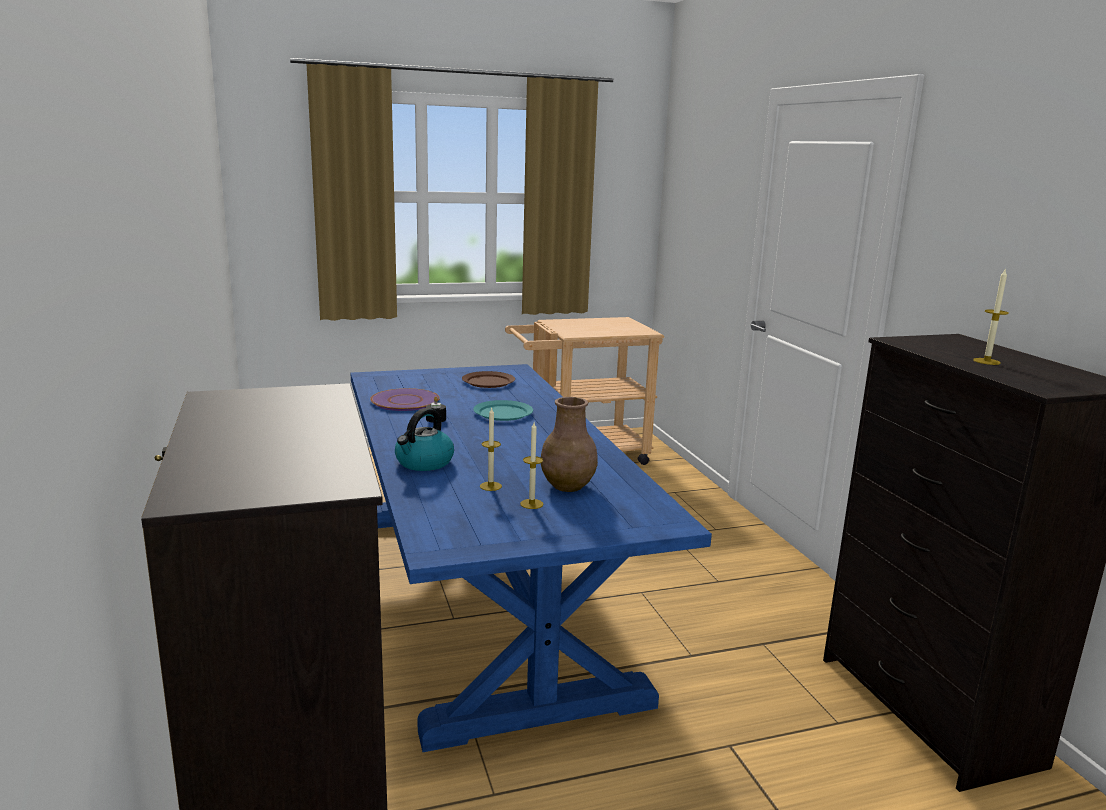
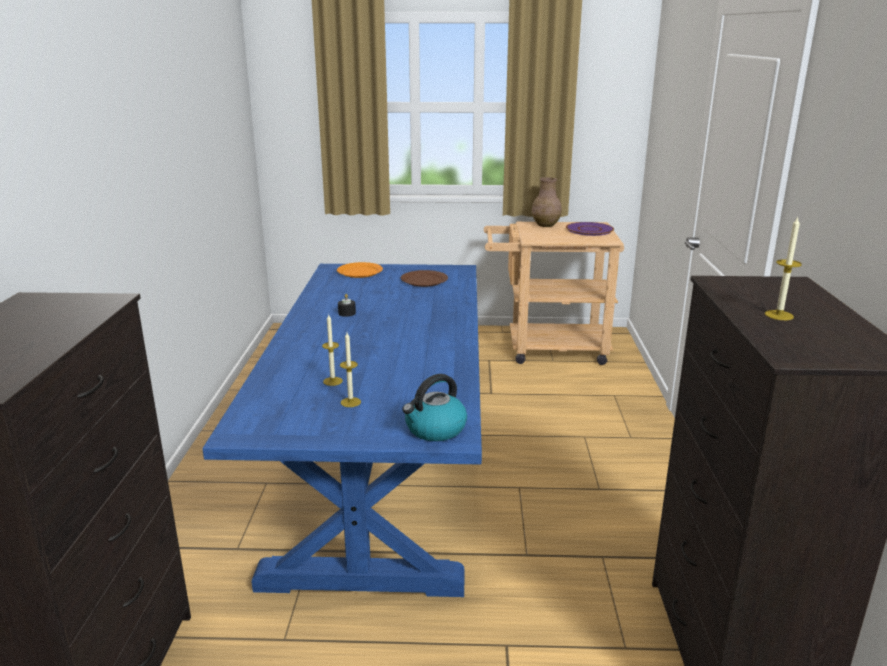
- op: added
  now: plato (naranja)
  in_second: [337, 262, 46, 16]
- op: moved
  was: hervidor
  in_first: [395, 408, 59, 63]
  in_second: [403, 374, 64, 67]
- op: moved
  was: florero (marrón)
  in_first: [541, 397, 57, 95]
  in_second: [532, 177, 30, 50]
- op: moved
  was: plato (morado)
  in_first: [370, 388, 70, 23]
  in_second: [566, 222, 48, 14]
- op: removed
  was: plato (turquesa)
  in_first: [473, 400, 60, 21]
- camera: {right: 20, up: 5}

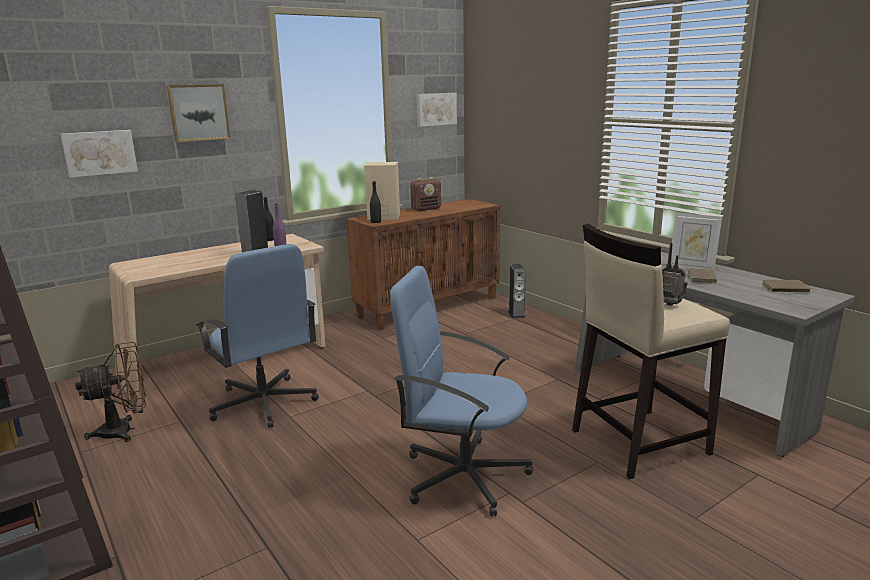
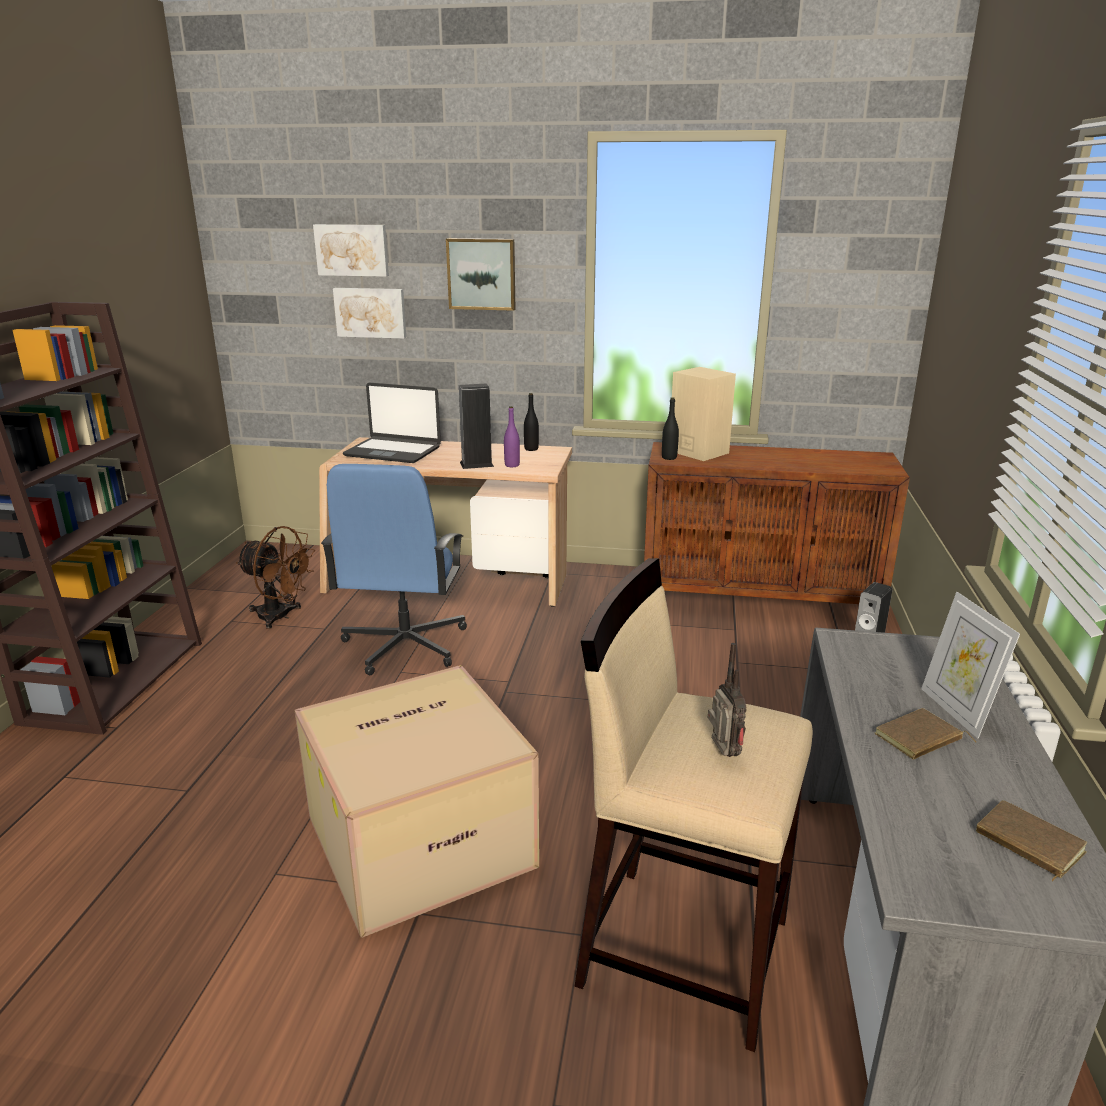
- op: replaced
  was: silla de oficina (azul)
  now: caja de cartón
  in_first: [390, 266, 143, 251]
  in_second: [295, 665, 244, 273]
- op: moved
  was: cuadro
  in_first: [417, 93, 40, 34]
  in_second: [313, 224, 76, 53]
- op: added
  now: portátil
  in_second: [343, 383, 98, 80]
- op: removed
  was: radio
  in_first: [410, 177, 31, 34]
- camera: {right: 45, up: 5}

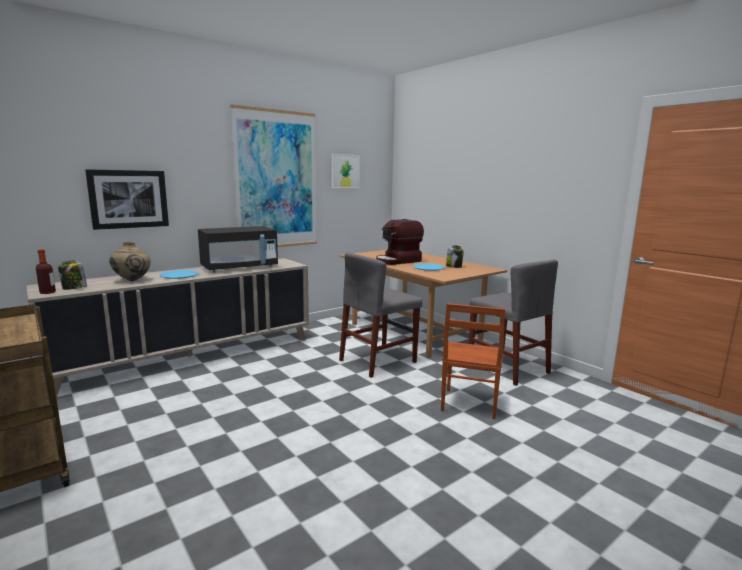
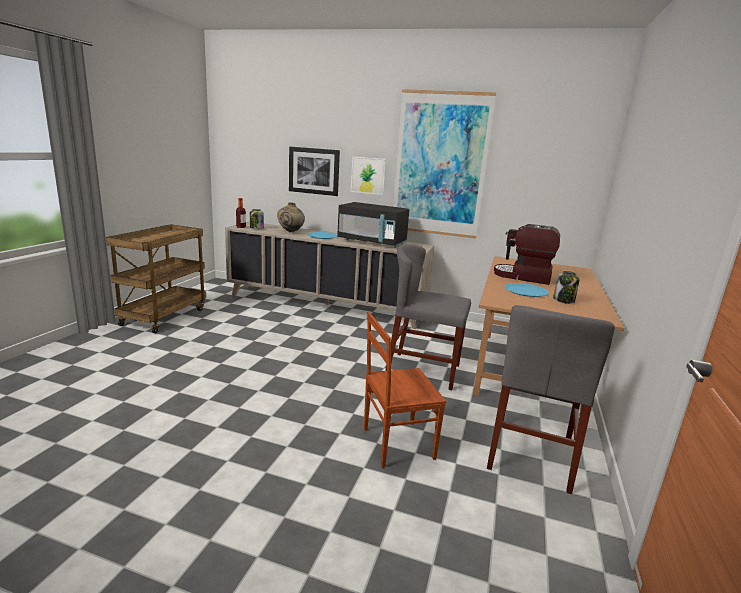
- op: moved
  was: cuadro
  in_first: [332, 154, 28, 34]
  in_second: [351, 156, 35, 39]
- camera: {right: 55, up: 5}

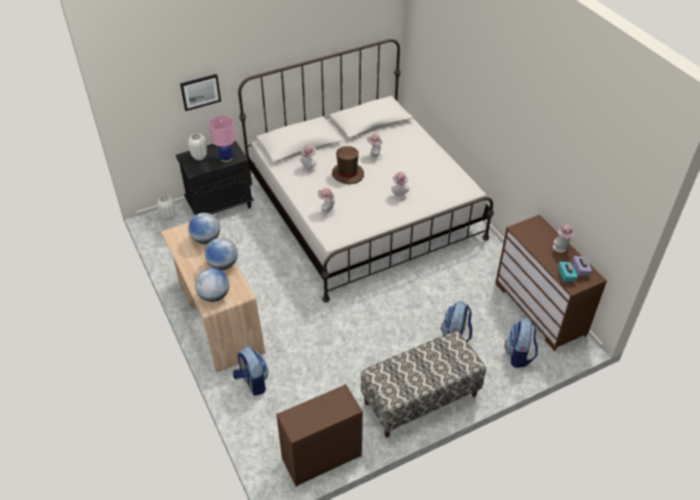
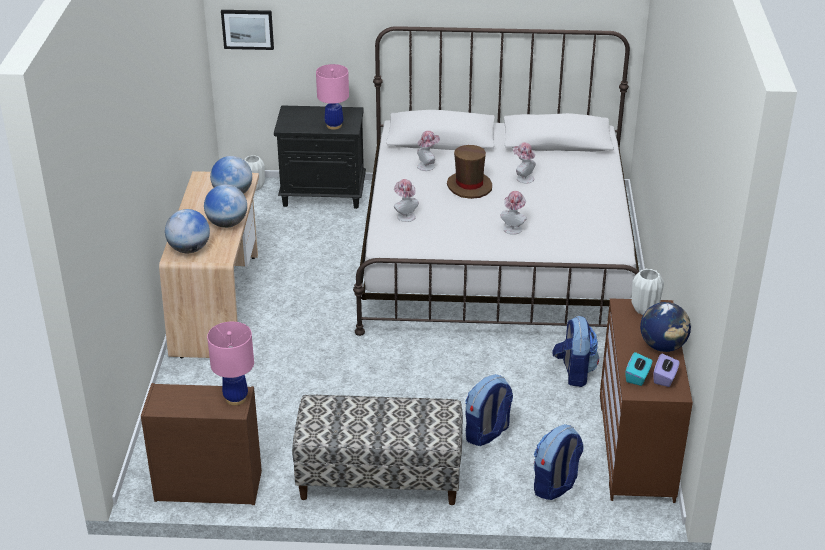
- op: added
  now: lámpara de mesa (rosa)
  in_second: [207, 322, 47, 84]
- op: moved
  was: cuadro
  in_first: [180, 74, 41, 37]
  in_second: [221, 10, 53, 40]
- op: moved
  was: mochila
  in_first: [233, 347, 36, 49]
  in_second: [553, 316, 46, 71]
- op: moved
  was: florero (blanco)
  in_first: [188, 133, 19, 27]
  in_second: [632, 269, 32, 46]
- op: replaced
  was: sombrero
  now: globo terráqueo
  in_first: [553, 224, 22, 29]
  in_second: [640, 302, 51, 50]
- camera: {right: 30, up: -10}

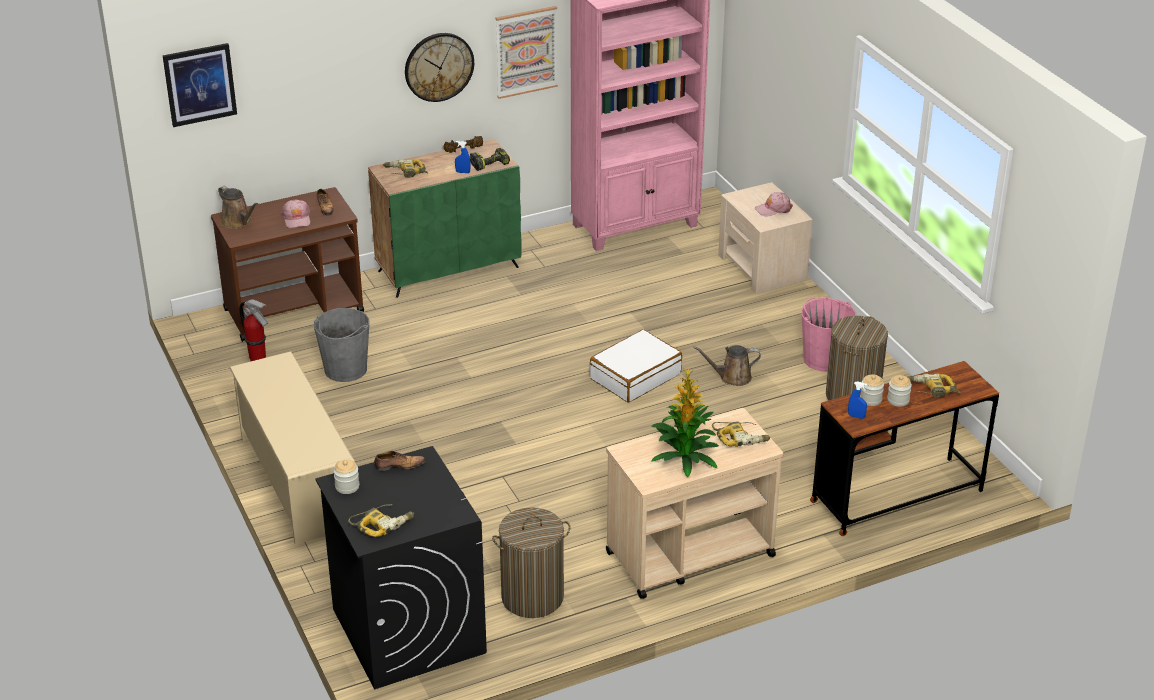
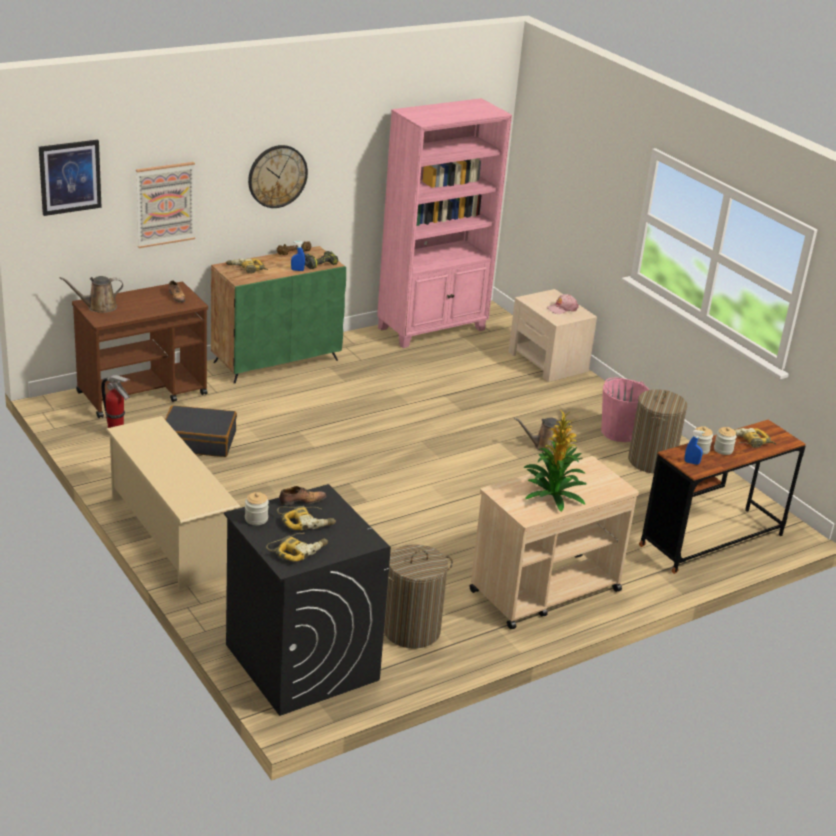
- op: turned
  was: regadera (marrón)
  in_first: [218, 186, 40, 43]
  in_second: [60, 276, 63, 37]
  clockwise: 120
- op: moved
  was: cuadro
  in_first: [495, 6, 63, 93]
  in_second: [136, 162, 59, 86]
- op: replaced
  was: cubo (gris)
  now: maleta (negro)
  in_first: [314, 308, 55, 74]
  in_second: [165, 405, 72, 52]
- op: moved
  was: taladro
  in_first: [712, 421, 58, 26]
  in_second: [277, 506, 59, 25]
- op: removed
  was: gorra (rosa)
  in_first: [281, 200, 29, 28]
- op: removed
  was: maleta (blanco)
  in_first: [590, 329, 92, 74]
- camera: {right: -10, up: -5}

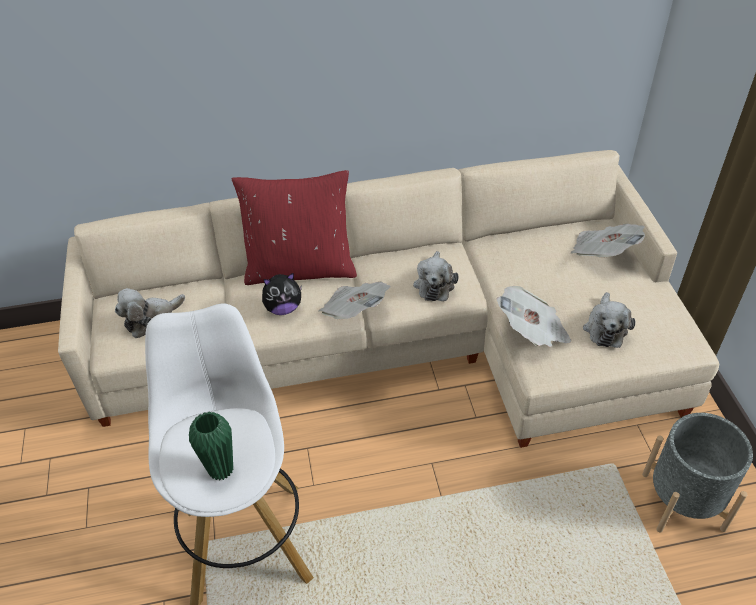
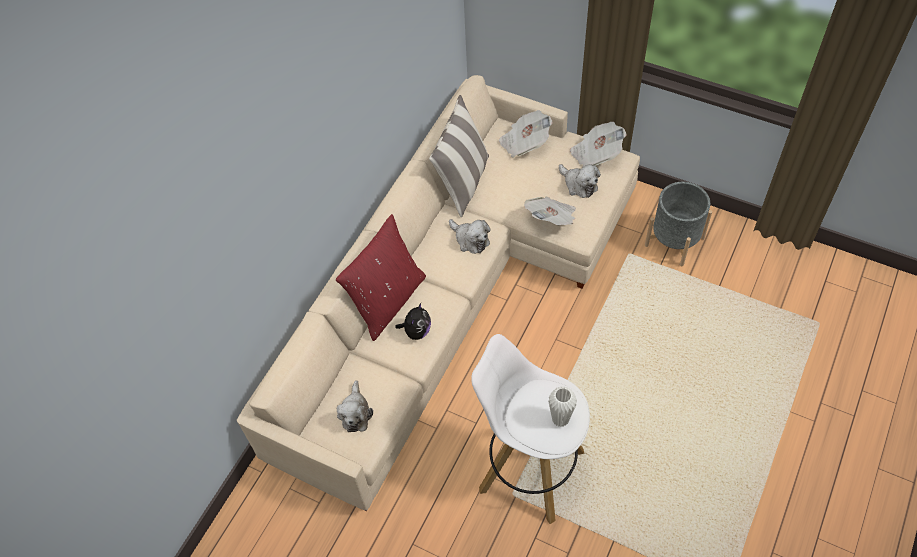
- op: added
  now: cojín
  in_second: [429, 95, 60, 122]
- op: recoloured
  was: florero (verde)
  now: florero (blanco)
  in_first: [189, 412, 44, 68]
  in_second: [548, 387, 29, 40]
- op: moved
  was: periódico
  in_first: [319, 281, 71, 38]
  in_second: [570, 122, 56, 46]
- camera: {right: -50, up: 10}

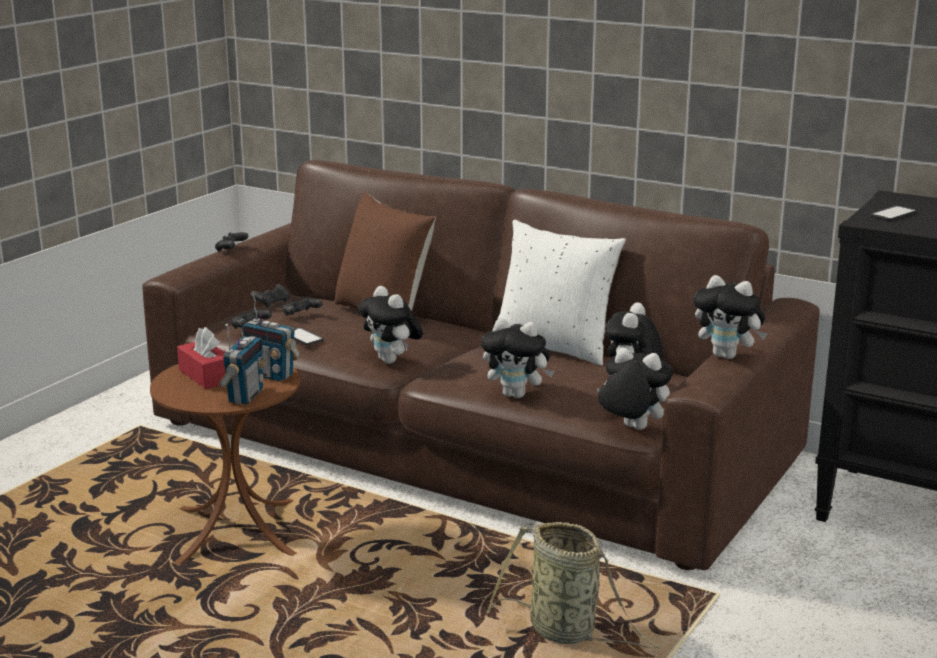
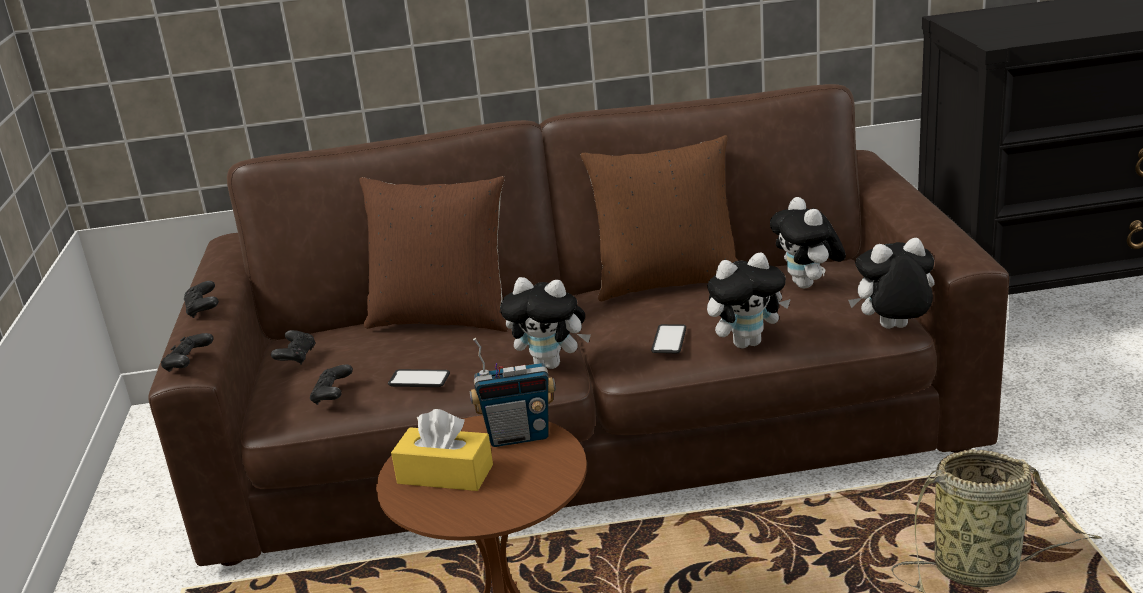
- op: moved
  was: mando de consola (negro)
  in_first: [282, 297, 41, 19]
  in_second: [161, 333, 53, 39]
- op: recoloured
  was: caja de pañuelos (rojo)
  now: caja de pañuelos (amarillo)
  in_first: [177, 327, 49, 62]
  in_second: [391, 409, 102, 82]
- op: recoloured
  was: cojín (blanco)
  now: cojín (marrón)
  in_first: [498, 220, 128, 145]
  in_second: [580, 135, 158, 166]
- op: moved
  was: móvil
  in_first: [870, 205, 47, 16]
  in_second: [651, 324, 35, 30]
- op: removed
  was: radio
  in_first: [219, 324, 46, 81]
- op: removed
  was: peluche
  in_first: [694, 275, 74, 84]
- camera: {right: -35, up: 5}

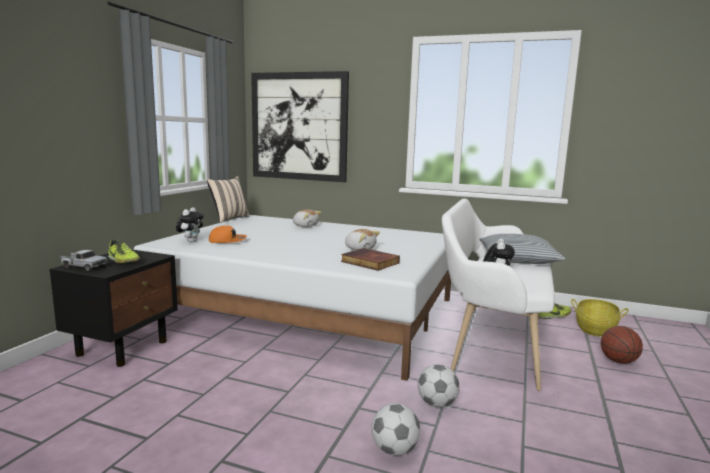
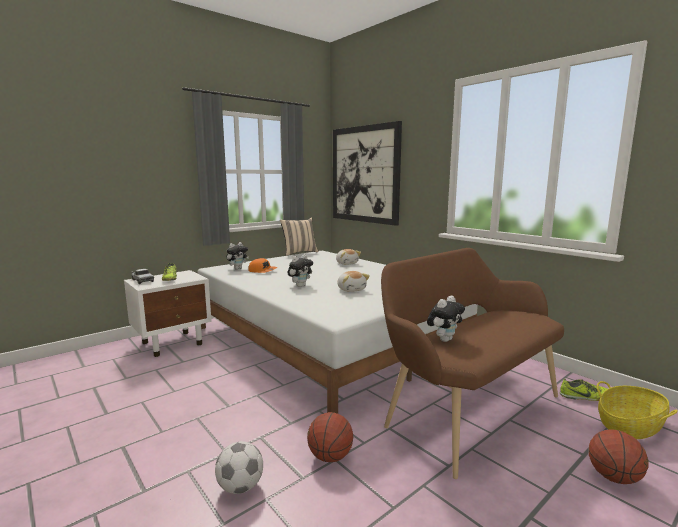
- op: recoloured
  was: mesita de noche (negro)
  now: mesita de noche (blanco)
  in_first: [49, 249, 129, 118]
  in_second: [124, 270, 88, 87]
- op: added
  now: peluche
  in_second: [288, 254, 25, 33]
- op: replaced
  was: balón de fútbol
  now: balón de baloncesto
  in_first: [418, 364, 41, 43]
  in_second: [307, 412, 46, 50]
- op: recoloured
  was: banco (blanco)
  now: banco (marrón)
  in_first: [442, 199, 113, 192]
  in_second: [381, 248, 183, 231]
- op: removed
  was: libro
  in_first: [341, 248, 59, 23]
- op: removed
  was: cojín
  in_first: [480, 234, 85, 30]
- camera: {right: 30, up: 0}

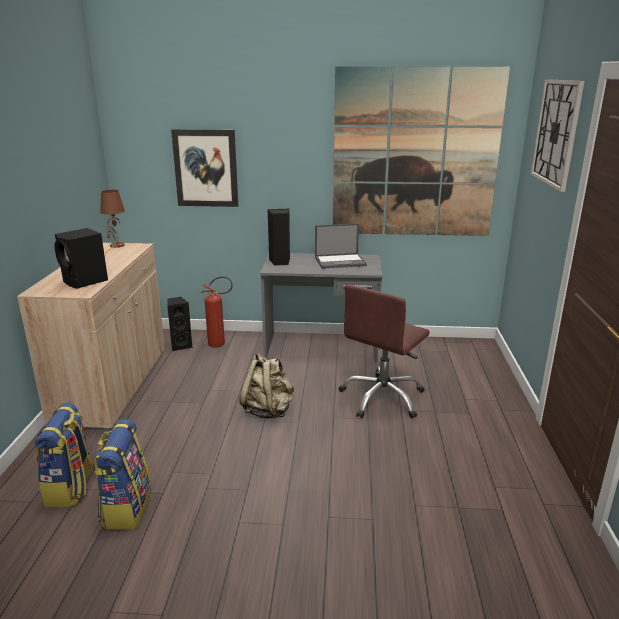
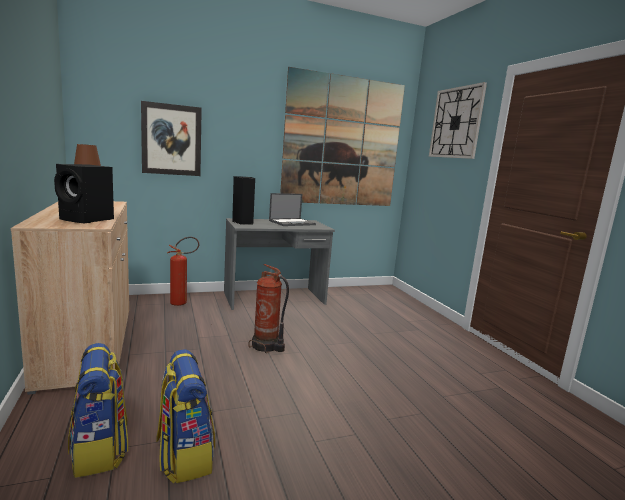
- op: replaced
  was: mochila (beis)
  now: extintor
  in_first: [239, 353, 55, 66]
  in_second: [248, 264, 41, 89]
- op: removed
  was: altavoz (negro)
  in_first: [167, 297, 25, 54]
- op: removed
  was: silla de oficina (marrón)
  in_first: [339, 284, 91, 135]
- camera: {right: -25, up: -10}

